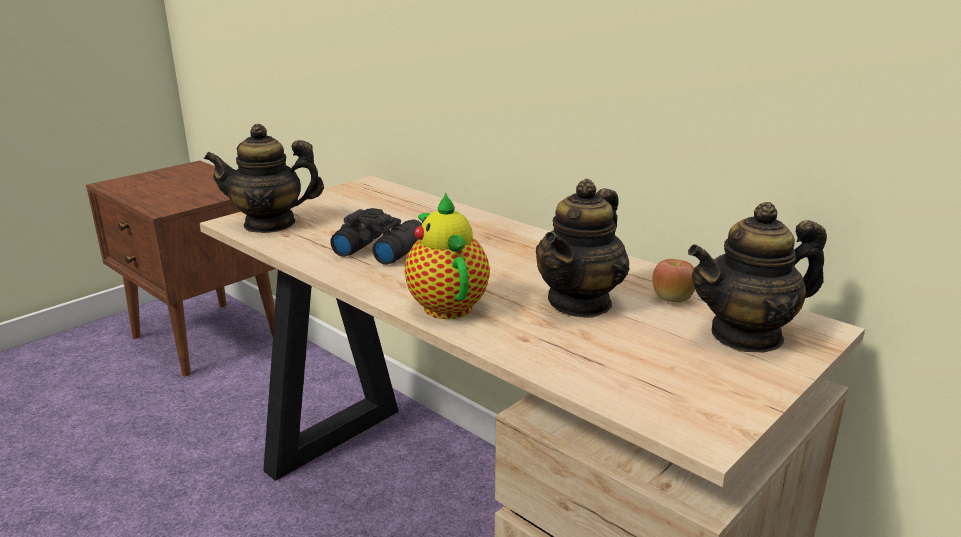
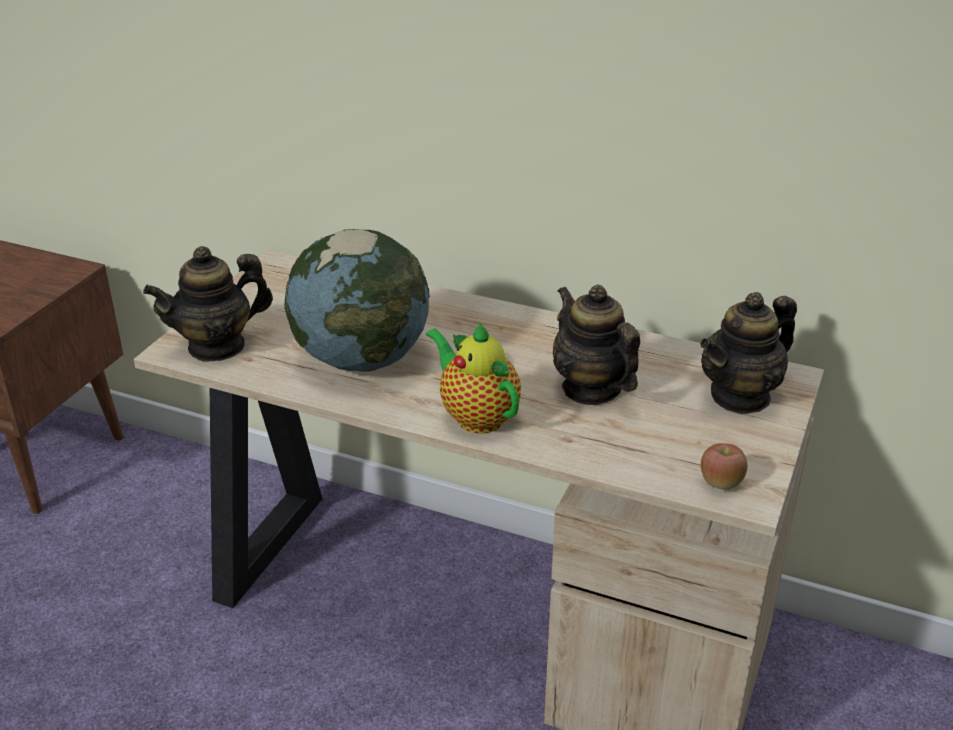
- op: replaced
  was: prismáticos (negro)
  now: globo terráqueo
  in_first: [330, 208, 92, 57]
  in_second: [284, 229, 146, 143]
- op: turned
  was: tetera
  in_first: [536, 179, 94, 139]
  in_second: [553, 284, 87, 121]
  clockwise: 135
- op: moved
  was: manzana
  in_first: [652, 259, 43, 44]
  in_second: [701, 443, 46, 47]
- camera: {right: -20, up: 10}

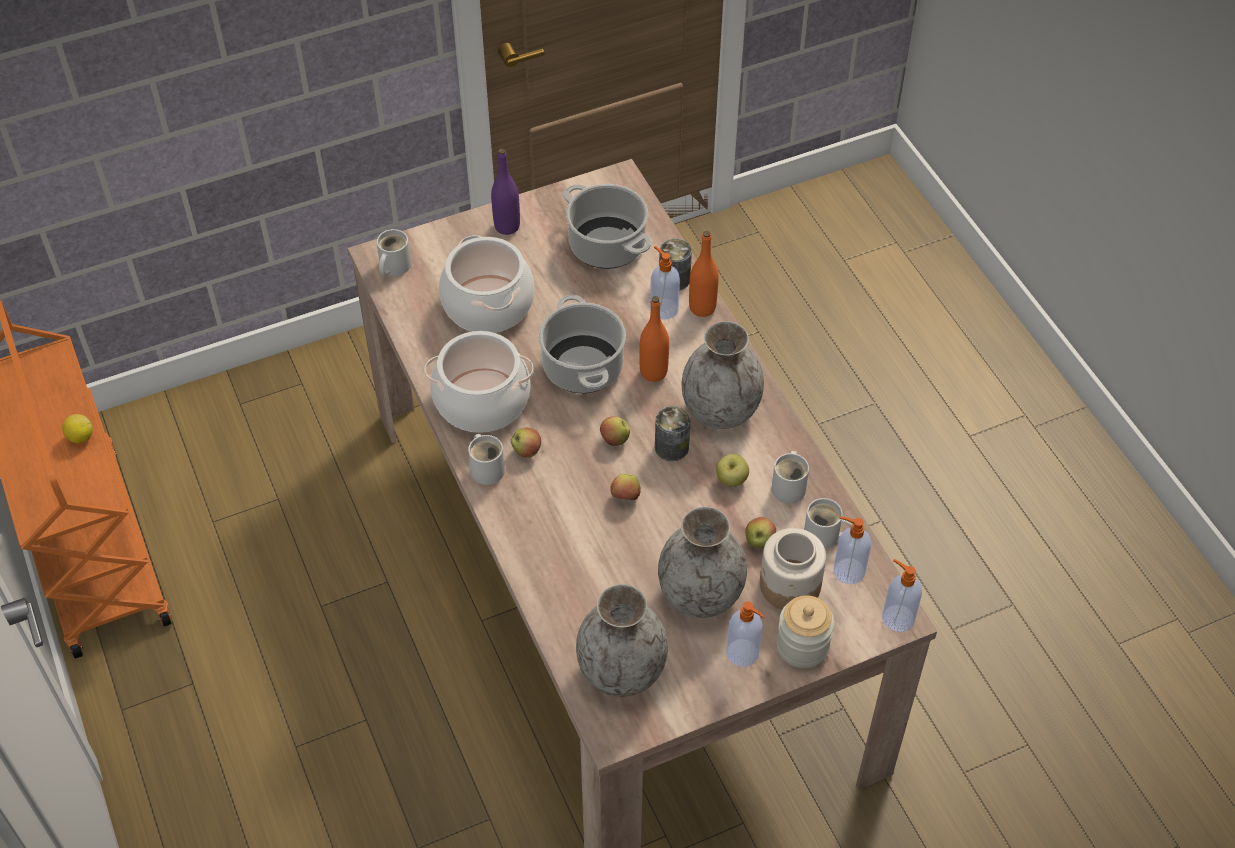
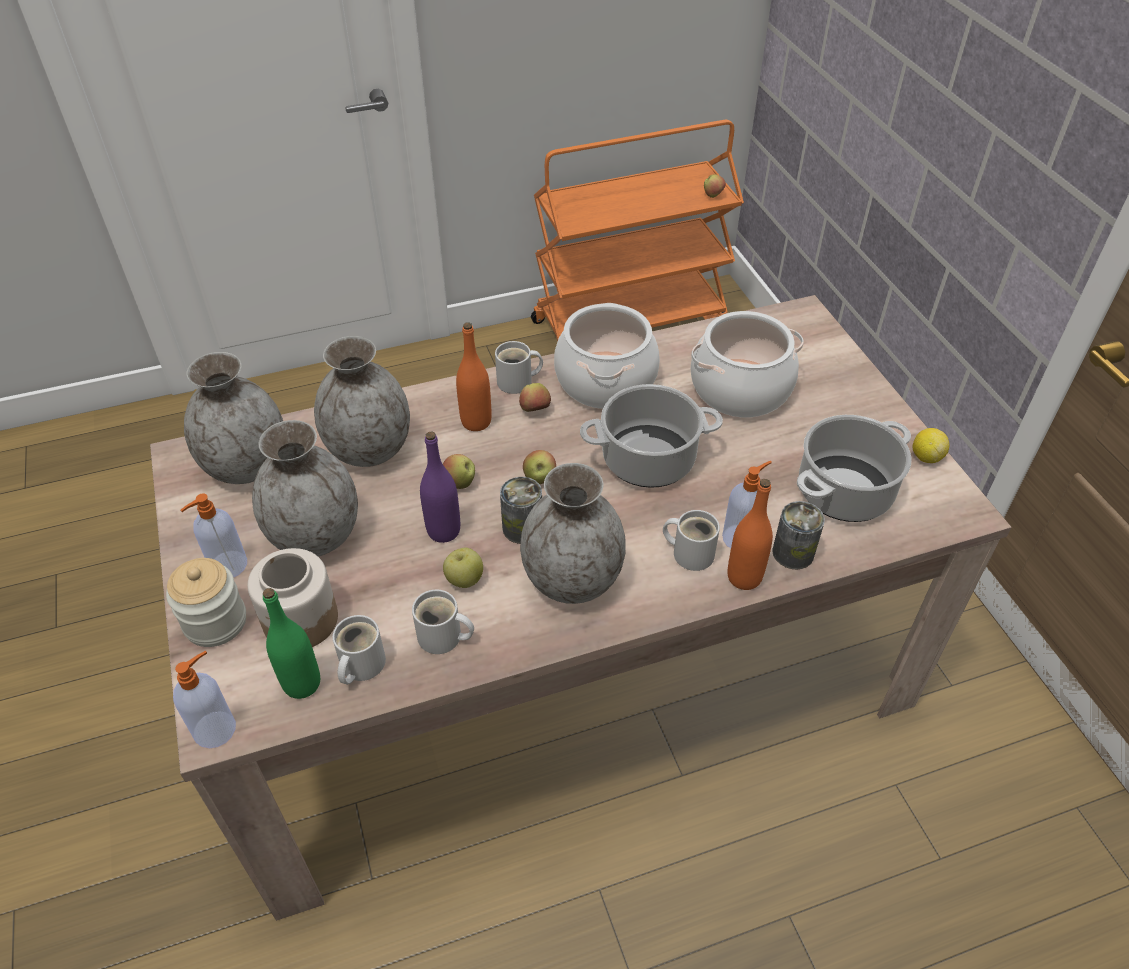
- op: replaced
  was: dispensador de jabón
  now: botella (verde)
  in_first: [834, 516, 37, 68]
  in_second: [263, 588, 57, 111]
- op: added
  now: florero (gris)
  in_second: [314, 336, 96, 131]
- op: moved
  was: botella (morado)
  in_first: [491, 149, 29, 86]
  in_second: [420, 432, 40, 111]
- op: moved
  was: botella (naranja)
  in_first: [639, 296, 30, 86]
  in_second: [456, 323, 35, 108]
- op: moved
  was: taza grande (blanco)
  in_first: [377, 229, 34, 47]
  in_second: [663, 510, 57, 61]
- op: moved
  was: manzana
  in_first: [745, 517, 31, 31]
  in_second: [704, 174, 22, 24]
- op: moved
  was: limón
  in_first: [62, 414, 31, 29]
  in_second: [913, 428, 37, 35]
- camera: {right: 95, up: -5}

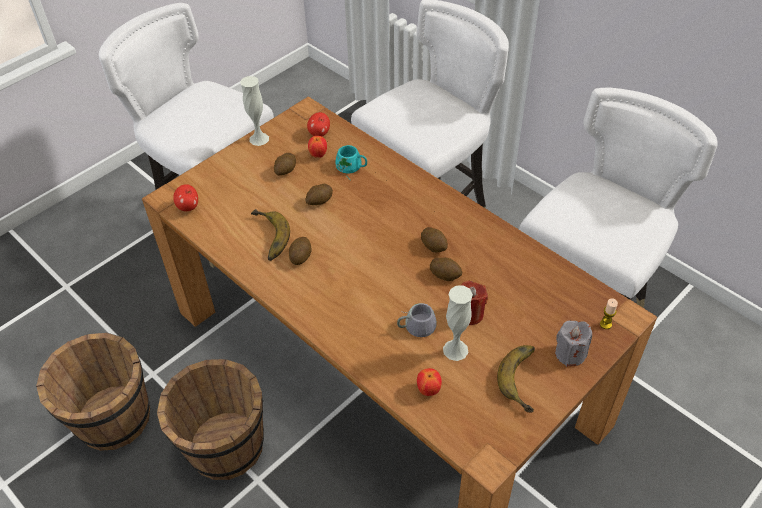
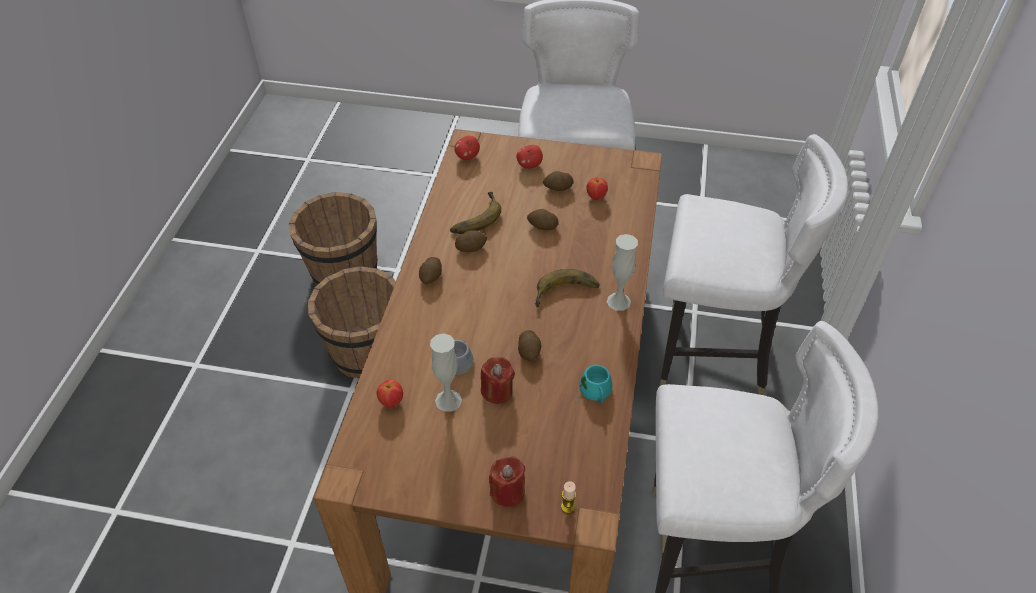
- op: moved
  was: patata
  in_first: [421, 227, 27, 25]
  in_second: [419, 257, 23, 27]
- op: recoloured
  was: vela (gris)
  now: vela (rojo)
  in_first: [555, 320, 37, 47]
  in_second: [489, 456, 36, 52]
- op: moved
  was: manzana
  in_first: [307, 112, 23, 24]
  in_second: [516, 145, 27, 24]
- op: moved
  was: plátano
  in_first: [497, 345, 38, 67]
  in_second: [535, 269, 64, 39]
- op: moved
  was: taza grande (turquesa)
  in_first: [335, 145, 32, 36]
  in_second: [575, 365, 37, 39]
- op: moved
  was: florero (blanco)
  in_first: [240, 76, 29, 70]
  in_second: [607, 234, 31, 77]
- camera: {right: 55, up: 0}

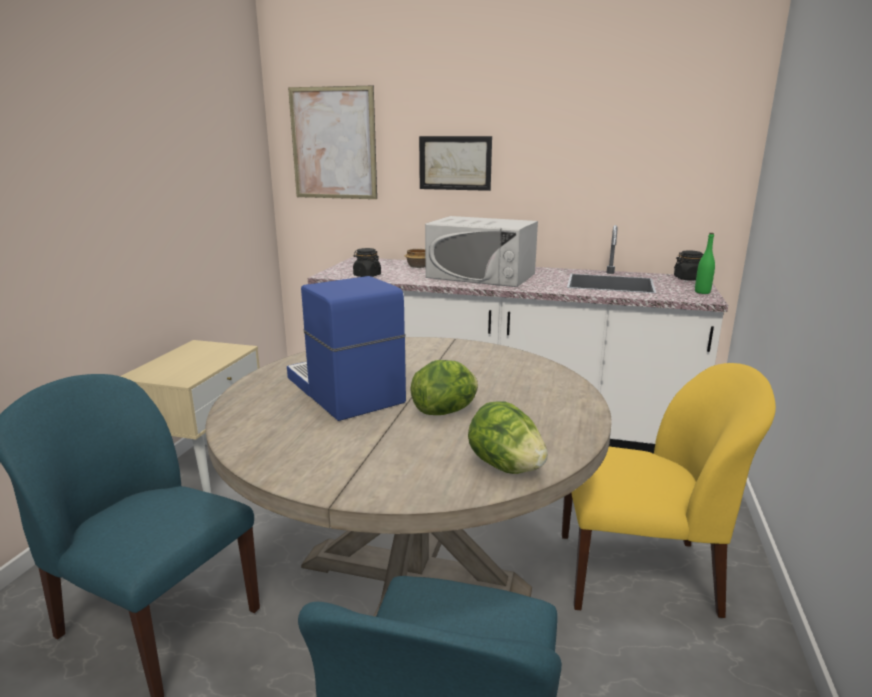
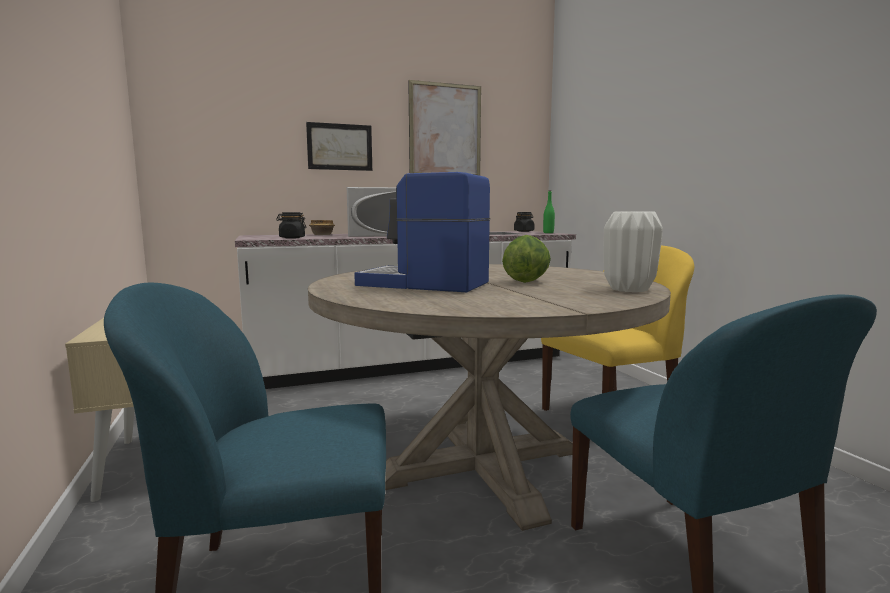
- op: moved
  was: cuadro
  in_first: [288, 86, 89, 113]
  in_second: [408, 80, 73, 96]
- op: replaced
  was: lechuga
  now: florero (blanco)
  in_first: [468, 401, 80, 73]
  in_second: [604, 211, 59, 81]
- camera: {right: -35, up: -10}

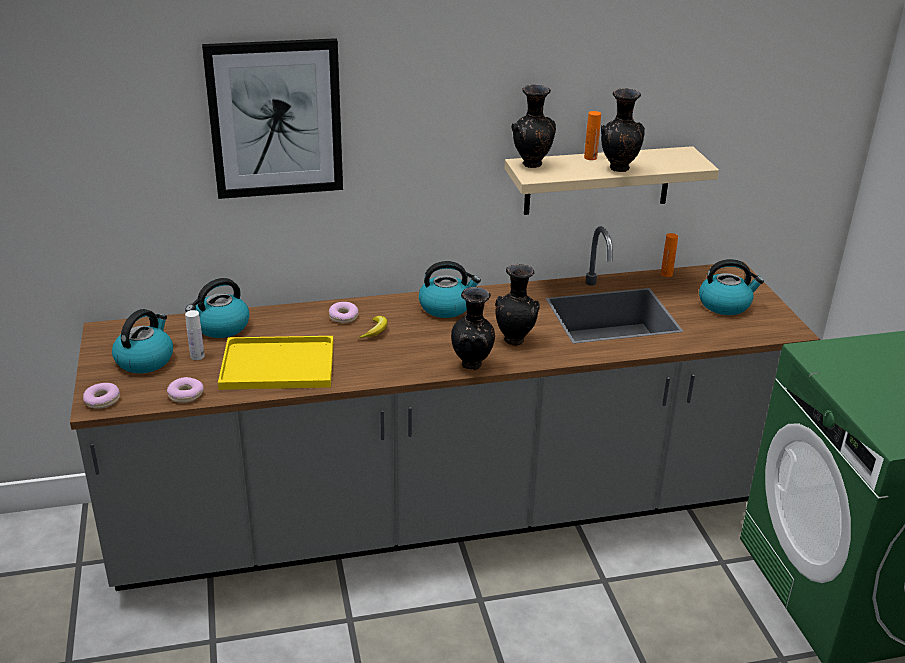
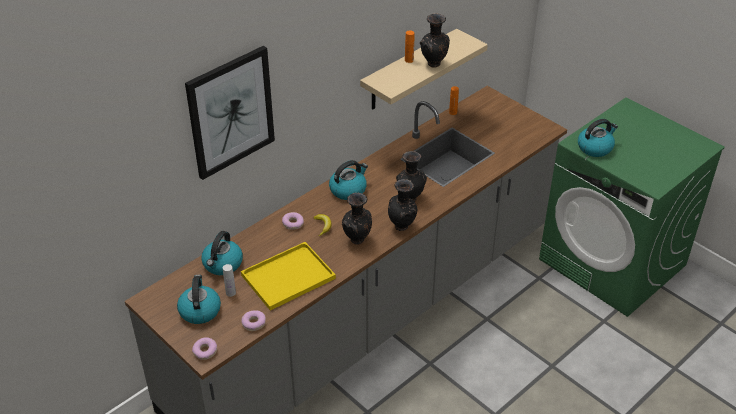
- op: moved
  was: florero (negro)
  in_first: [511, 85, 45, 83]
  in_second: [342, 193, 30, 52]
- op: moved
  was: hervidor
  in_first: [699, 259, 65, 56]
  in_second: [578, 119, 40, 38]
- camera: {right: -30, up: 10}

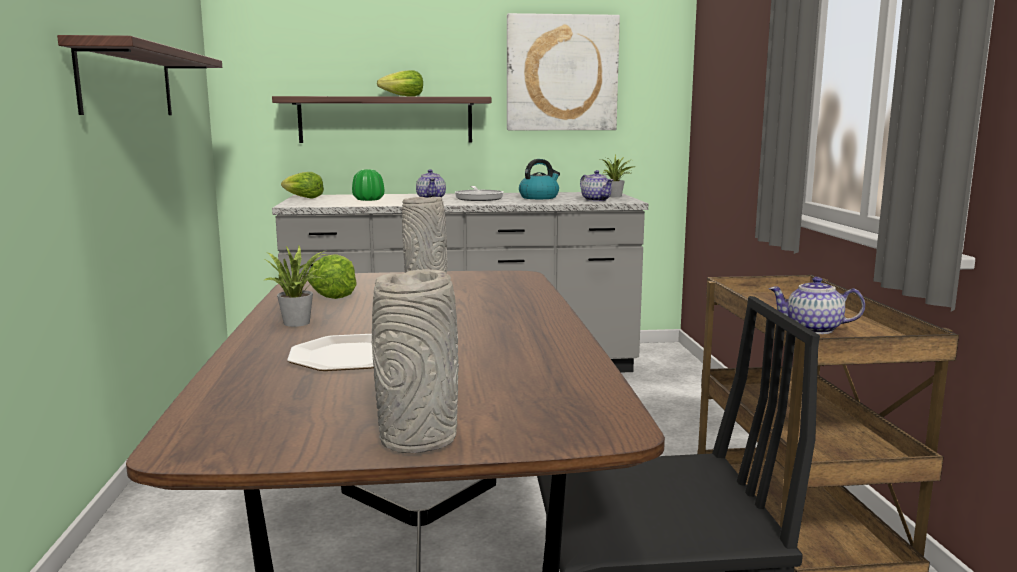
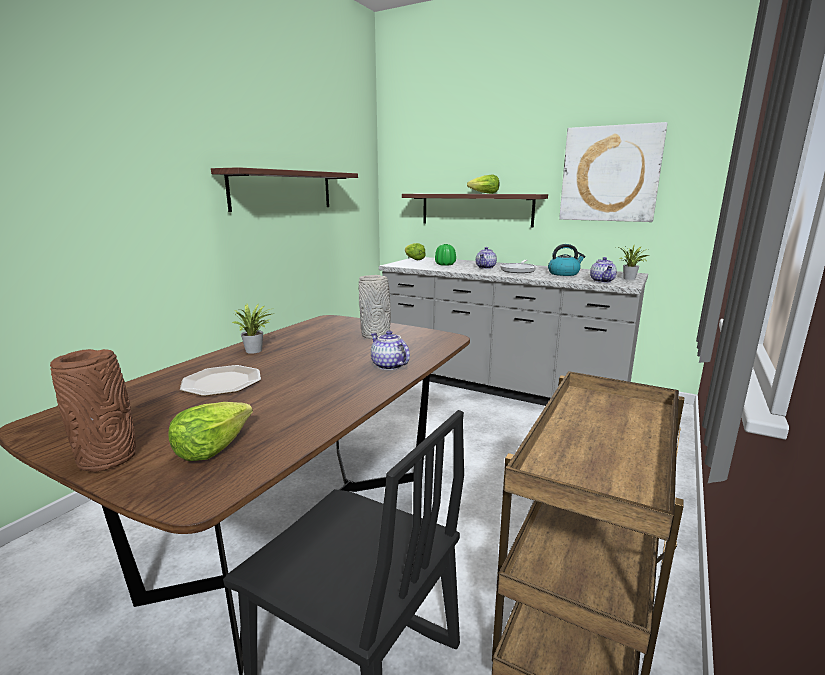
- op: recoloured
  was: florero (gris)
  now: florero (marrón)
  in_first: [372, 269, 87, 184]
  in_second: [50, 349, 86, 123]
- op: moved
  was: lechuga
  in_first: [308, 254, 48, 45]
  in_second: [168, 402, 85, 59]
- op: moved
  was: tetera
  in_first: [769, 277, 96, 57]
  in_second: [371, 330, 39, 40]
- camera: {right: 35, up: 5}

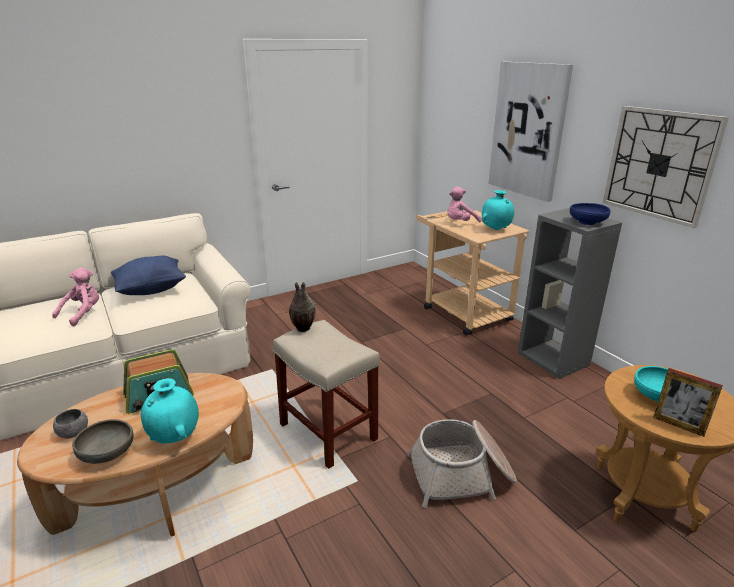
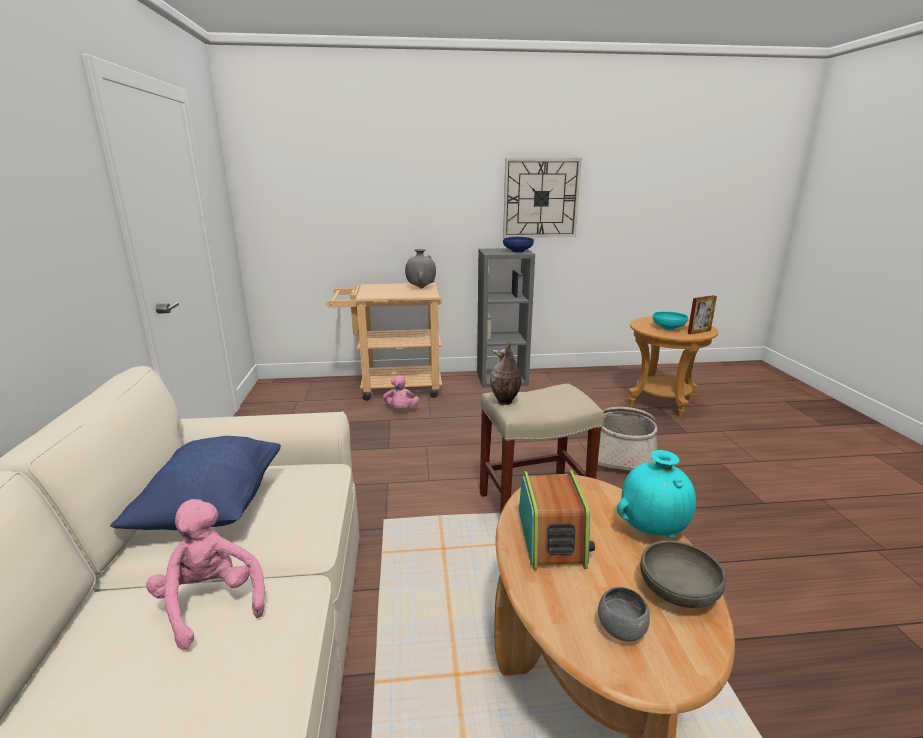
- op: moved
  was: peluche (rosa)
  in_first: [447, 187, 34, 35]
  in_second: [383, 375, 36, 34]
- op: recoloured
  was: florero (turquesa)
  now: florero (gris)
  in_first: [482, 190, 32, 40]
  in_second: [405, 249, 31, 39]
- op: removed
  was: cuadro
  in_first: [488, 62, 85, 140]
- camera: {right: -65, up: -5}

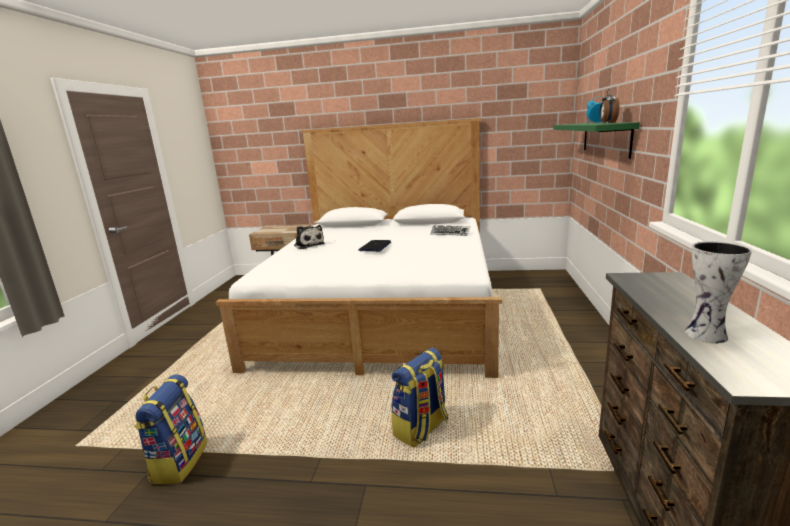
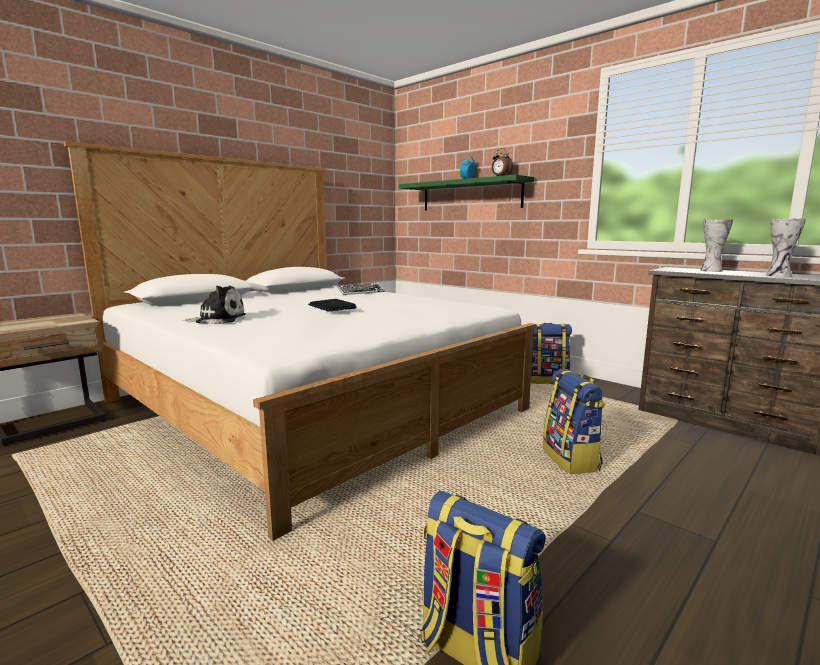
- op: added
  now: mochila
  in_second: [531, 323, 41, 61]
- op: added
  now: florero
  in_second: [700, 219, 33, 53]
- camera: {right: -55, up: -5}

